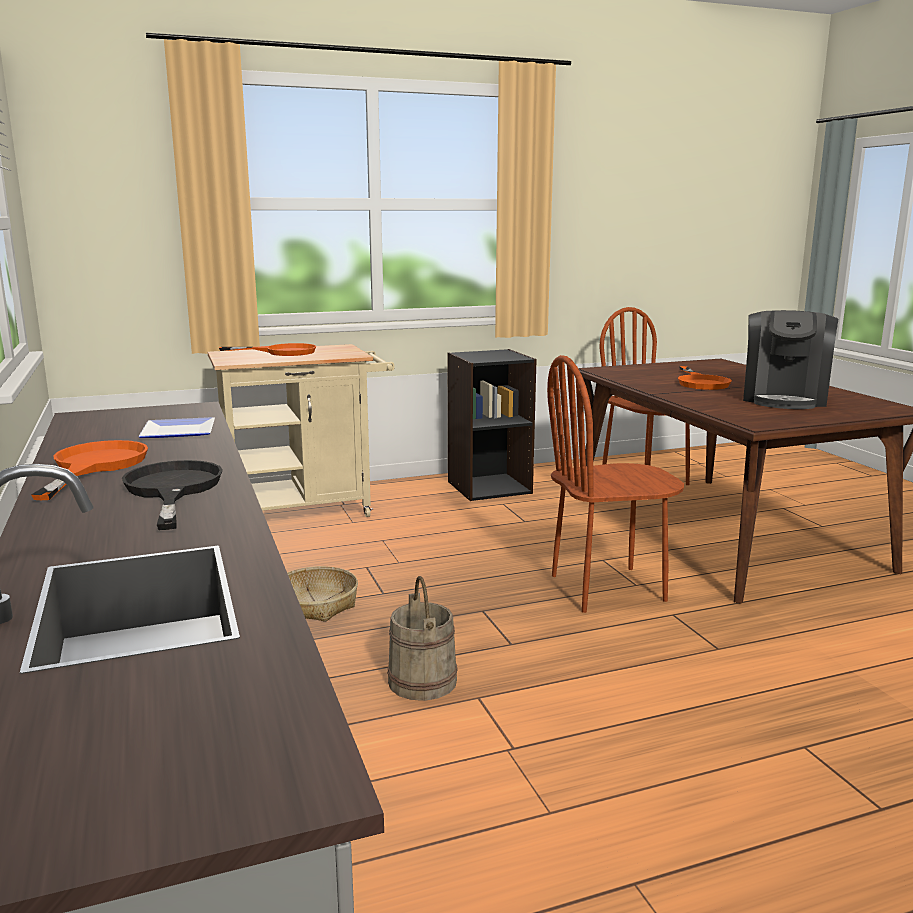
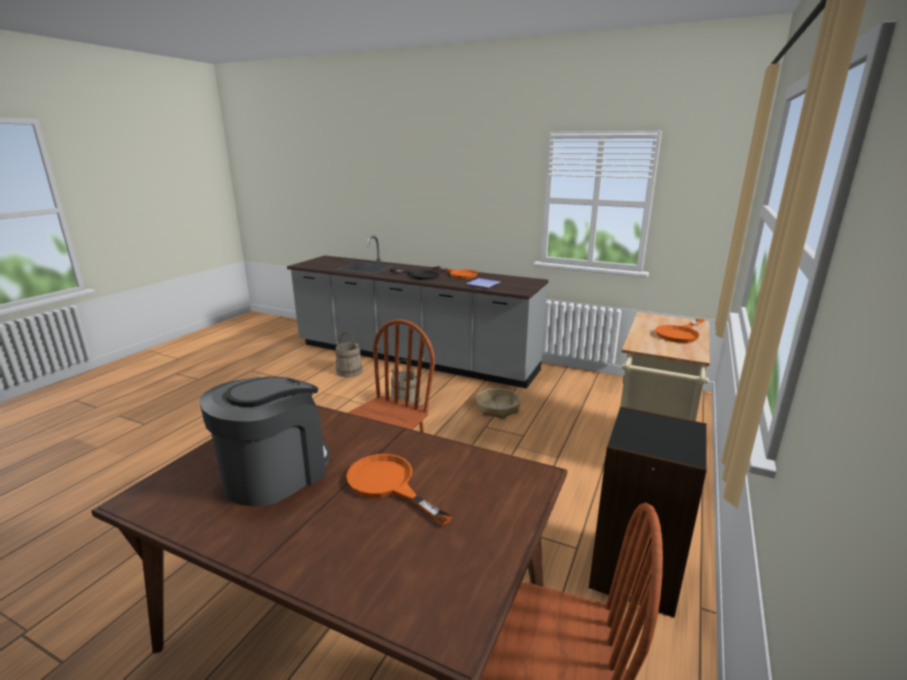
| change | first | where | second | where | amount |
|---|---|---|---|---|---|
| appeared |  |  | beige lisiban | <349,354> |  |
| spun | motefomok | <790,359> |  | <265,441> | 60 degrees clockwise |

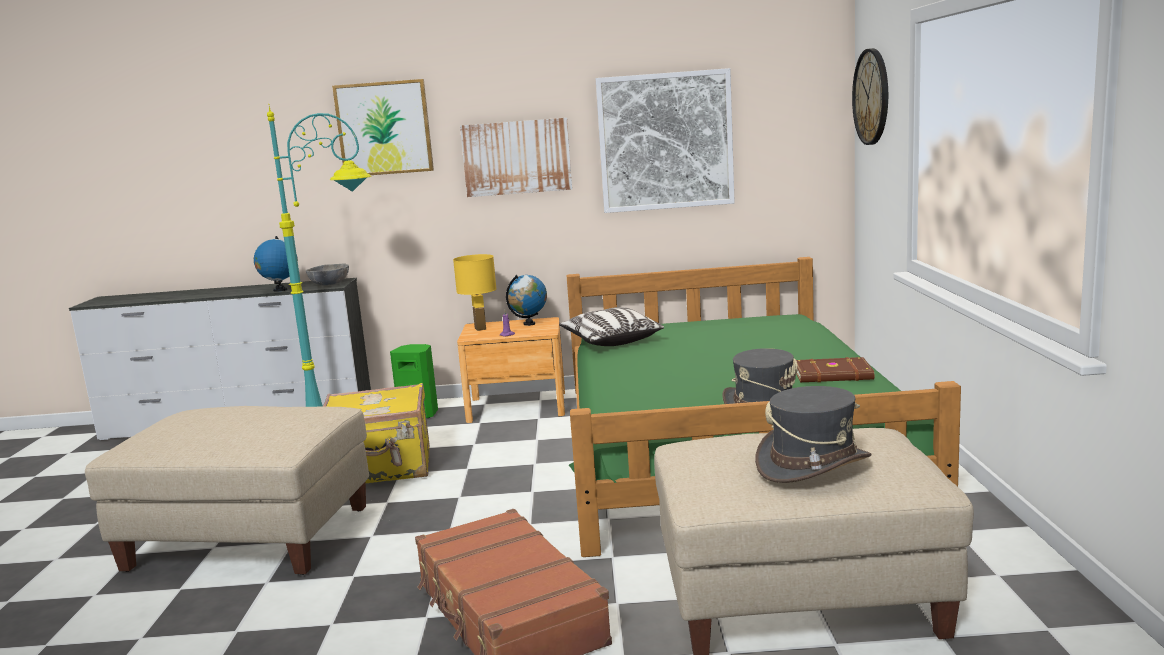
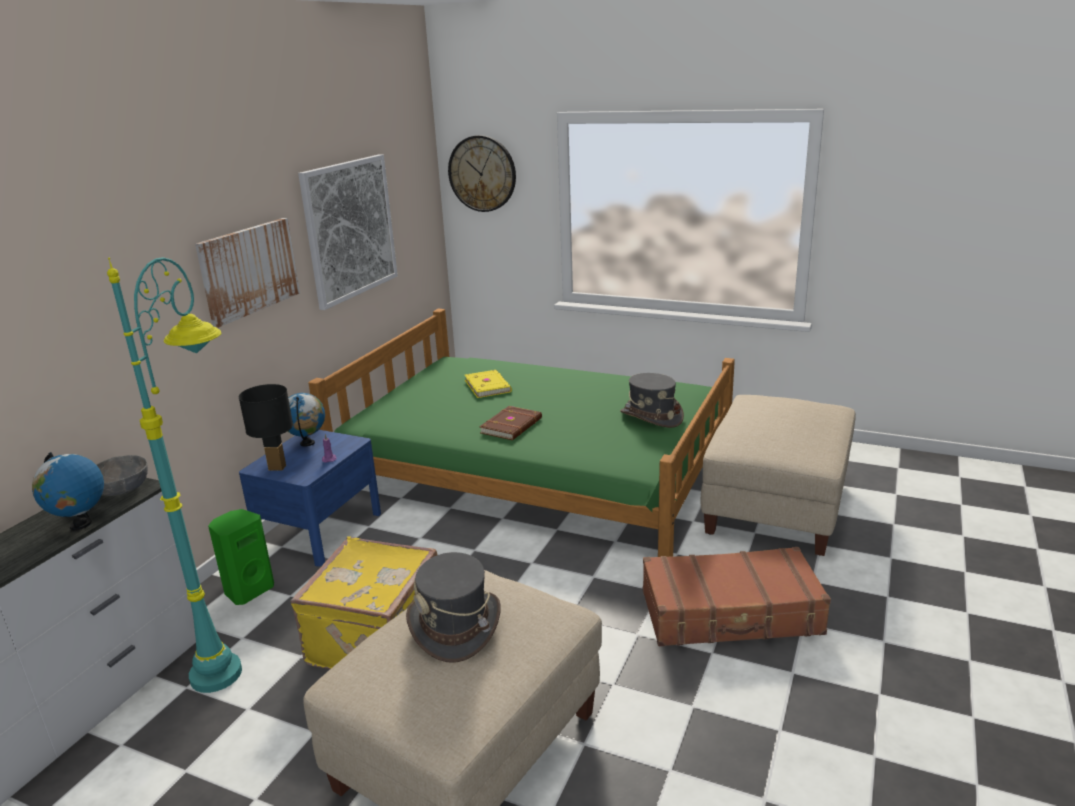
| change | first | where | second | where | amount |
|---|---|---|---|---|---|
| missing | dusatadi | <383,127> |  |  |  |
| missing | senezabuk | <611,326> |  |  |  |
| appeared |  |  | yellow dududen | <488,384> |  |
| relocated | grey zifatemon | <813,434> |  | <453,607> |  |
| relocated | brown dududen | <835,369> |  | <510,423> |  |
| colour | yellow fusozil | <475,292> | black fusozil | <266,427> |  |
| colour | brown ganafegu | <511,370> | blue ganafegu | <310,498> |  |

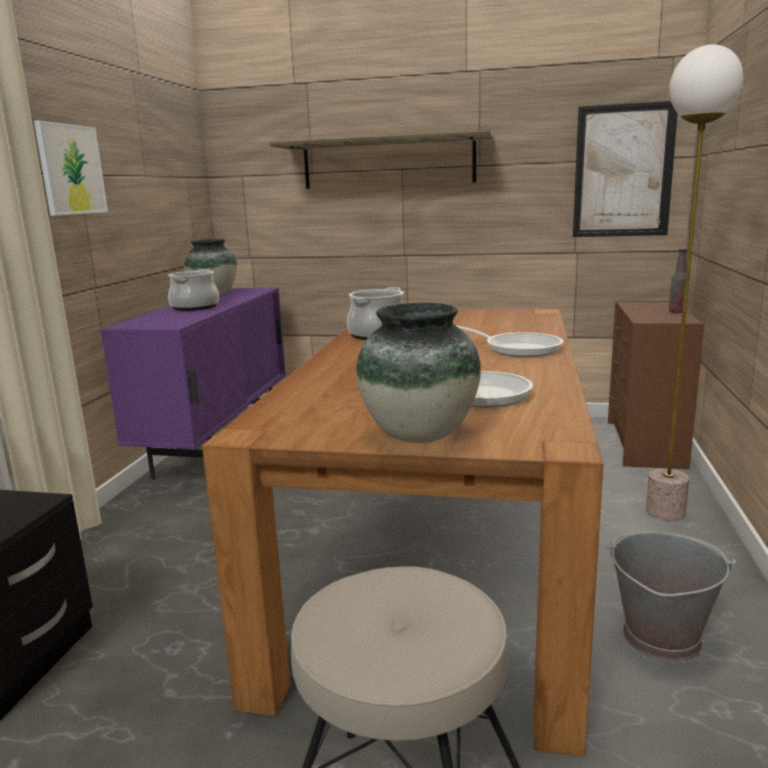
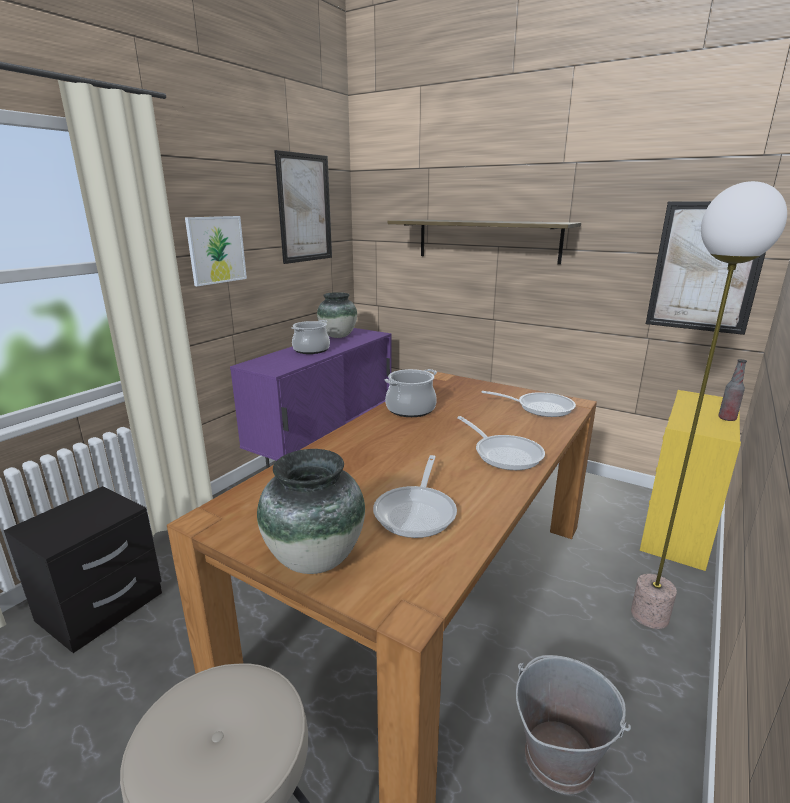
| change | first | where | second | where | amount |
|---|---|---|---|---|---|
| appeared |  |  | dusatadi | <303,207> |  |
| appeared |  |  | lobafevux | <529,404> |  |
| colour | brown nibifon | <656,385> | yellow nibifon | <690,480> |  |

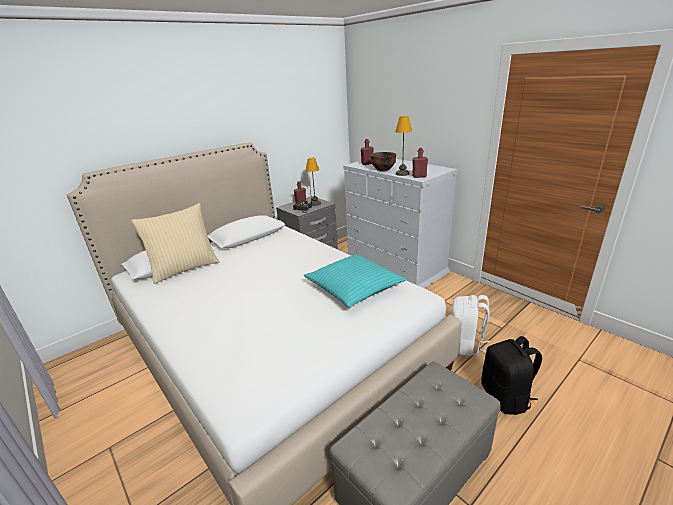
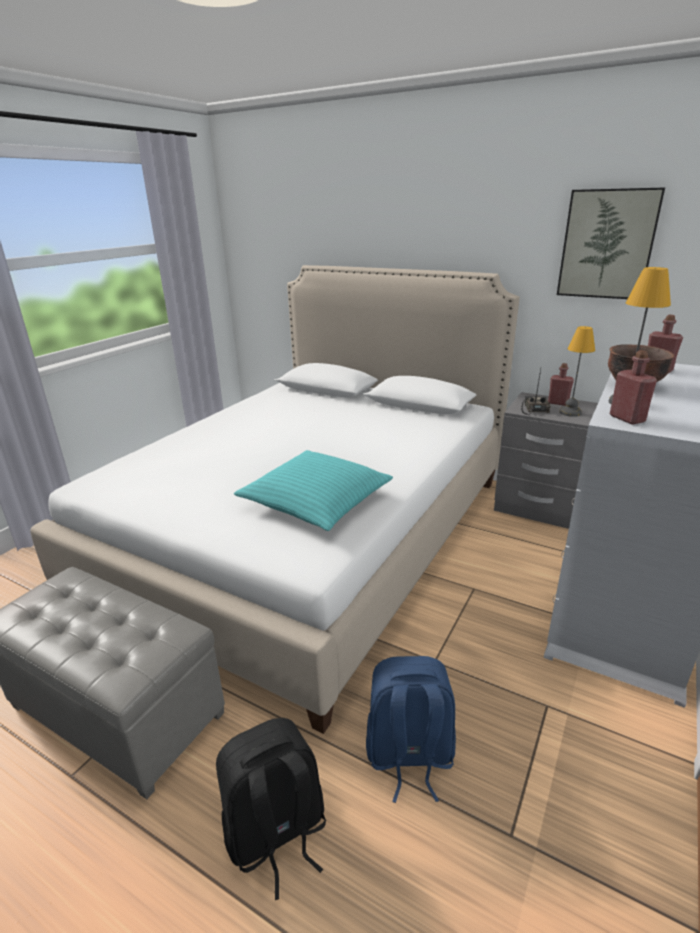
| change | first | where | second | where | amount |
|---|---|---|---|---|---|
| missing | beige senezabuk | <175,243> |  |  |  |
| appeared |  |  | dusatadi | <611,243> |  |
| colour | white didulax | <470,326> | blue didulax | <411,729> |  |

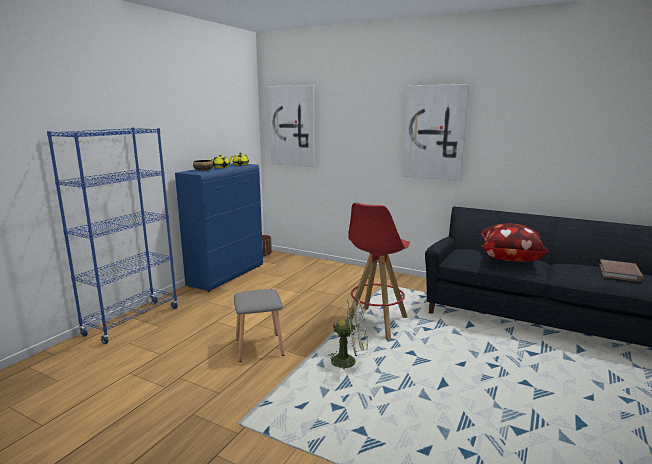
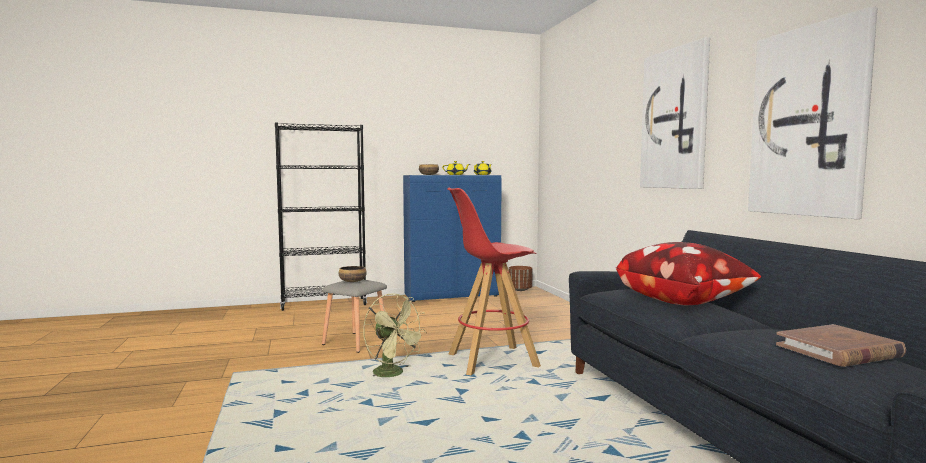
| change | first | where | second | where | amount |
|---|---|---|---|---|---|
| appeared |  |  | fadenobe | <352,274> |  |
| relocated | dusatadi | <292,126> |  | <812,112> |  |
| colour | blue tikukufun | <112,235> | black tikukufun | <321,216> |  |

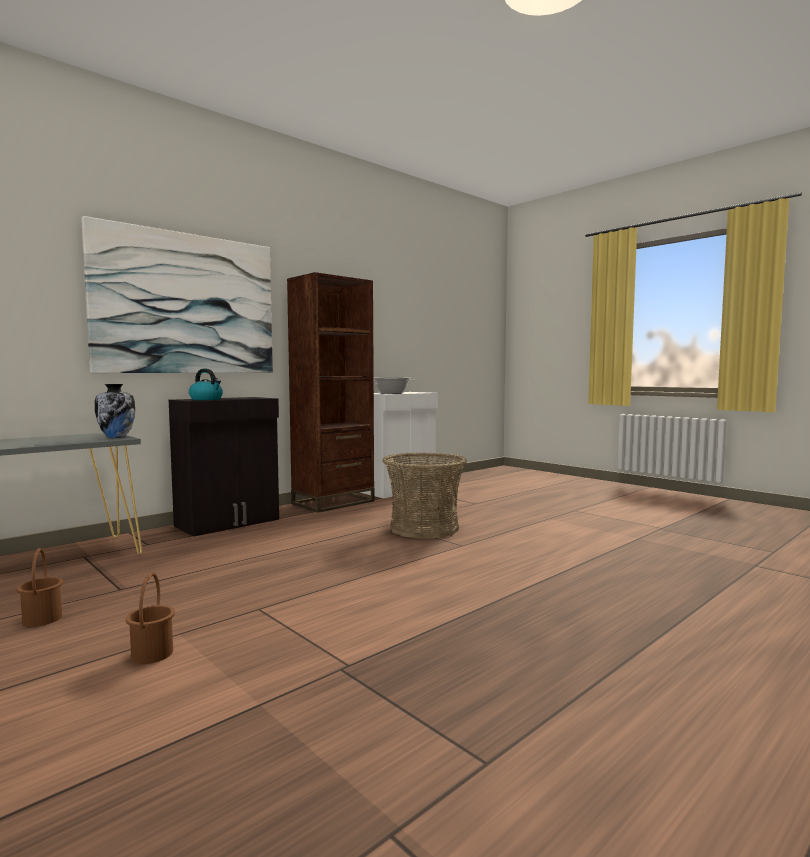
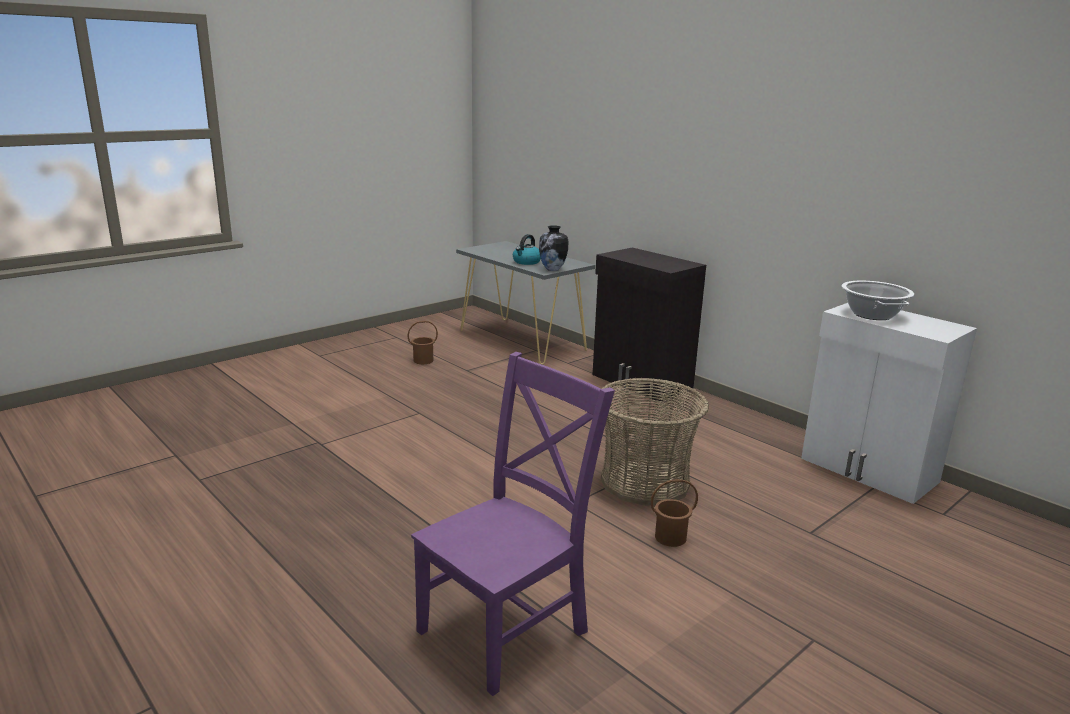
| change | first | where | second | where | amount |
|---|---|---|---|---|---|
| missing | dusatadi | <177,294> |  |  |  |
| missing | brown tikukufun | <331,392> |  |  |  |
| appeared |  |  | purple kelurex | <513,524> |  |
| relocated | brown lisiban | <150,618> |  | <674,513> |  |
| relocated | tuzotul | <206,384> |  | <527,249> |  |

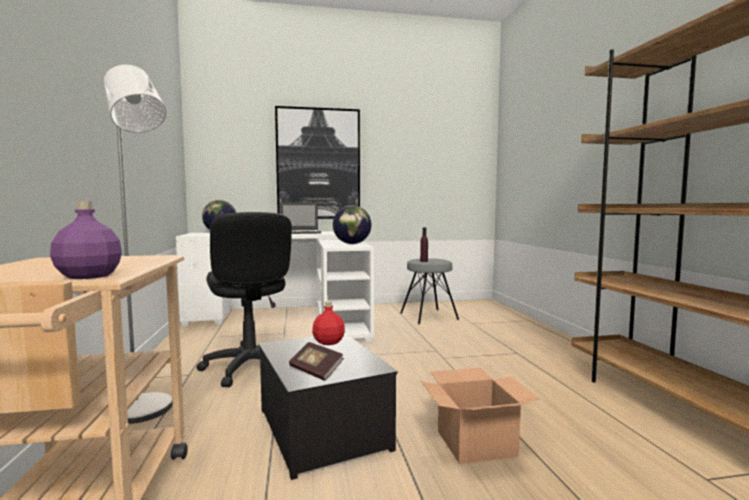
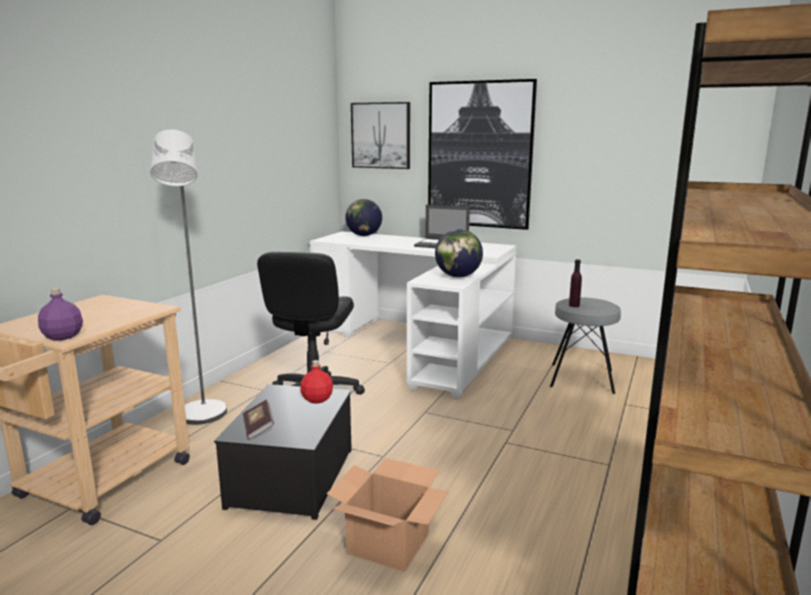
| change | first | where | second | where | amount |
|---|---|---|---|---|---|
| appeared |  |  | dusatadi | <380,135> |  |

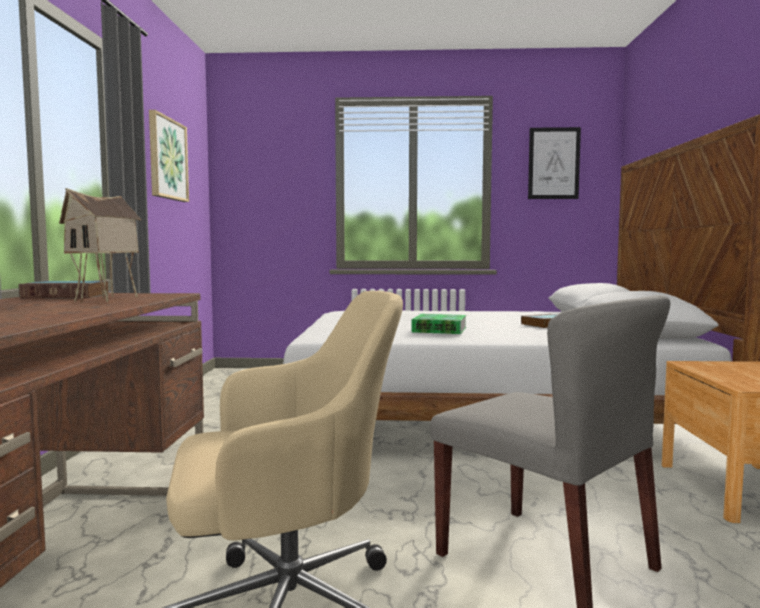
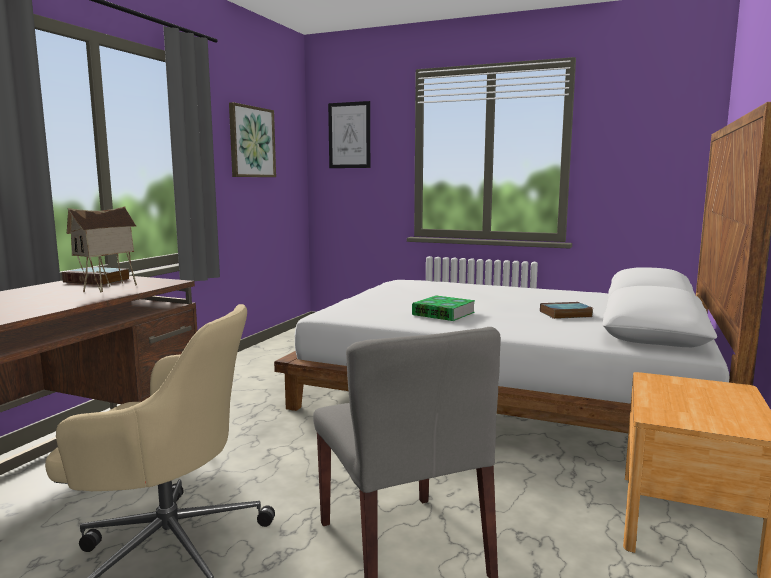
| change | first | where | second | where | amount |
|---|---|---|---|---|---|
| relocated | dusatadi | <554,163> |  | <349,134> |  |

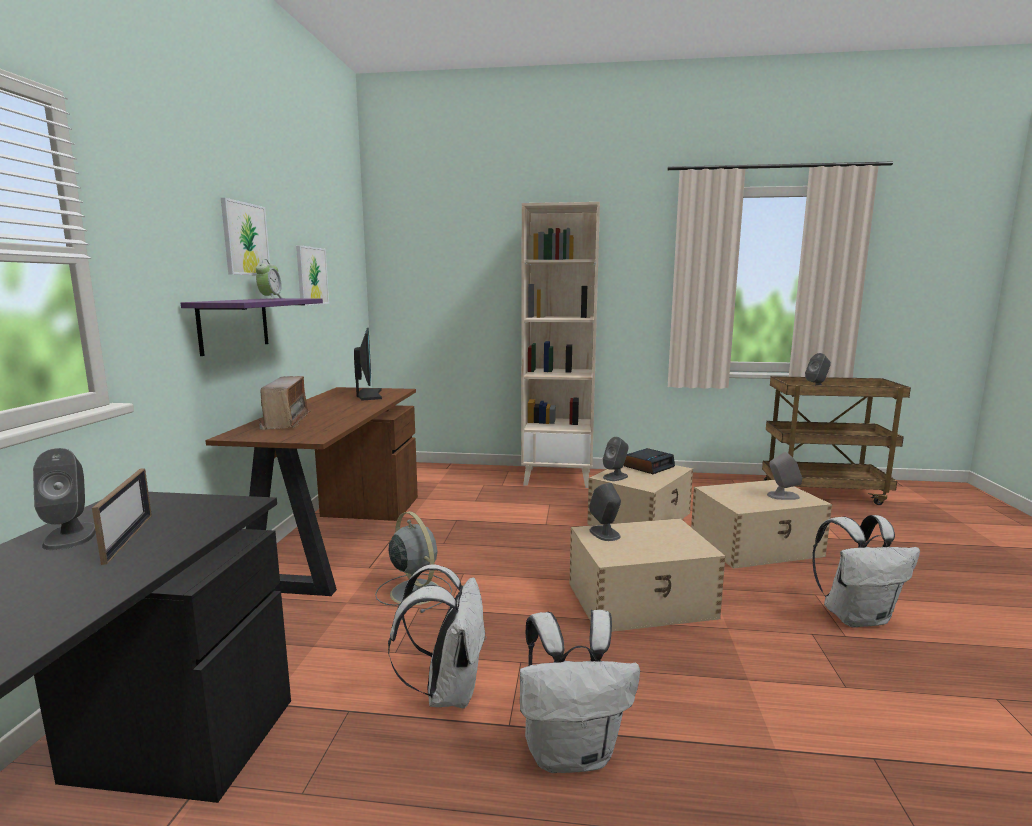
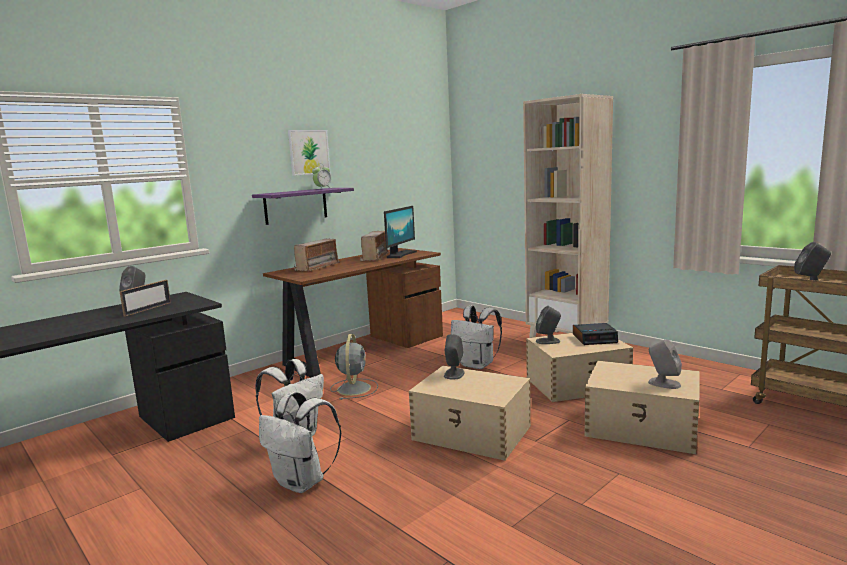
| change | first | where | second | where | amount |
|---|---|---|---|---|---|
| missing | dusatadi | <312,275> |  |  |  |
| appeared |  |  | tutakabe | <374,246> |  |
| relocated | white didulax | <866,571> |  | <476,337> |  |

